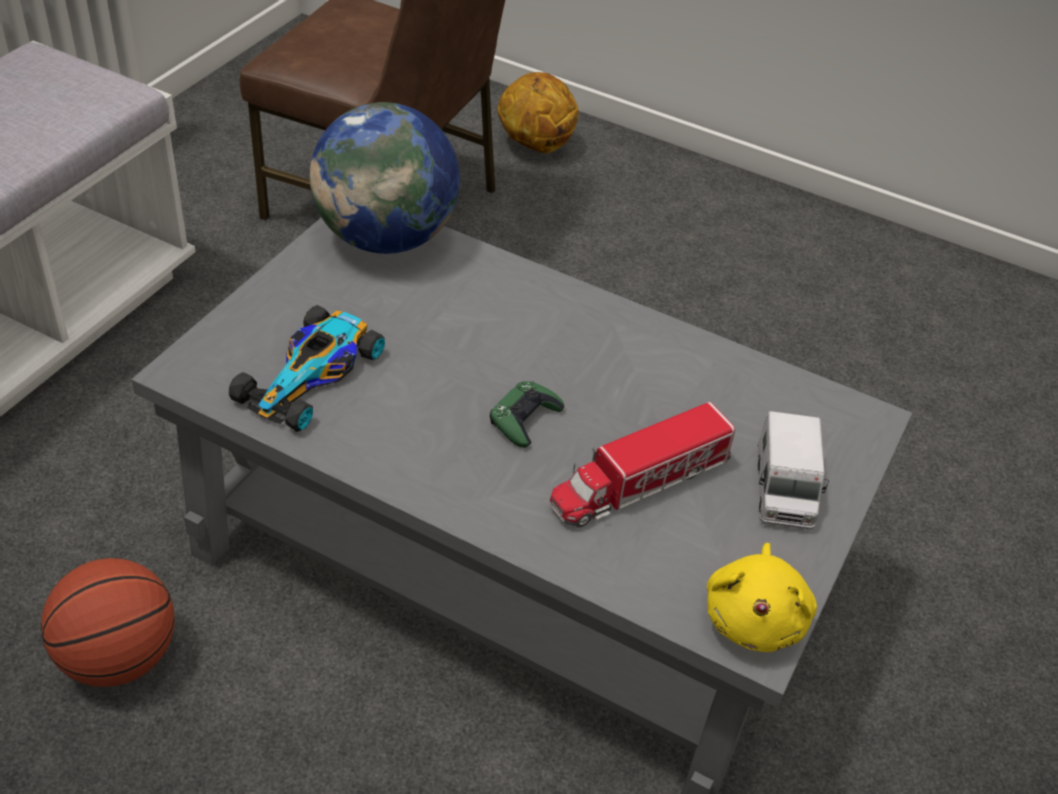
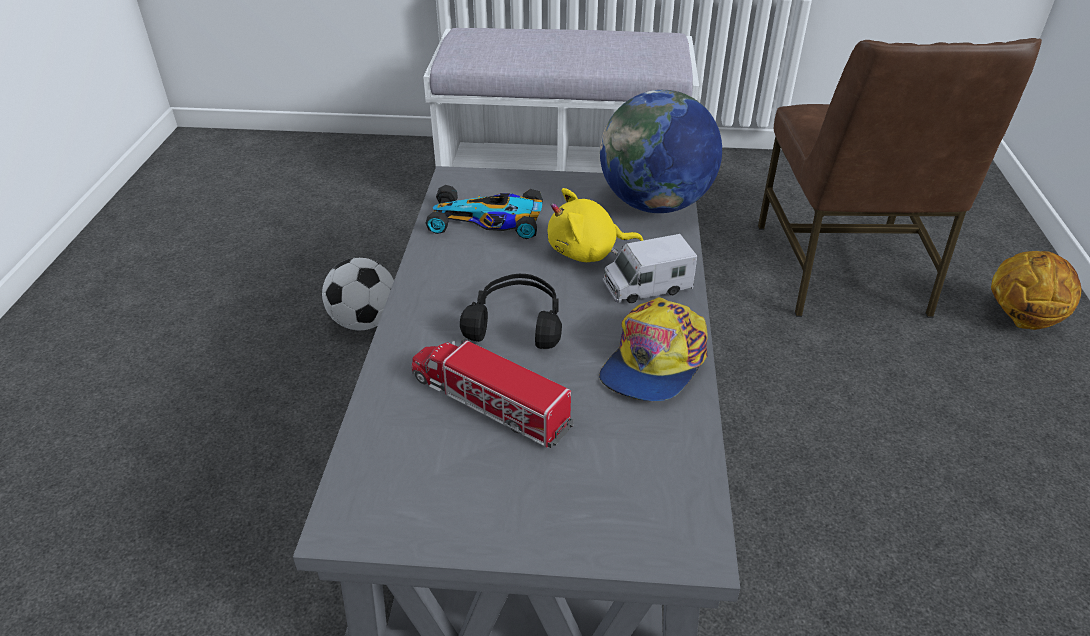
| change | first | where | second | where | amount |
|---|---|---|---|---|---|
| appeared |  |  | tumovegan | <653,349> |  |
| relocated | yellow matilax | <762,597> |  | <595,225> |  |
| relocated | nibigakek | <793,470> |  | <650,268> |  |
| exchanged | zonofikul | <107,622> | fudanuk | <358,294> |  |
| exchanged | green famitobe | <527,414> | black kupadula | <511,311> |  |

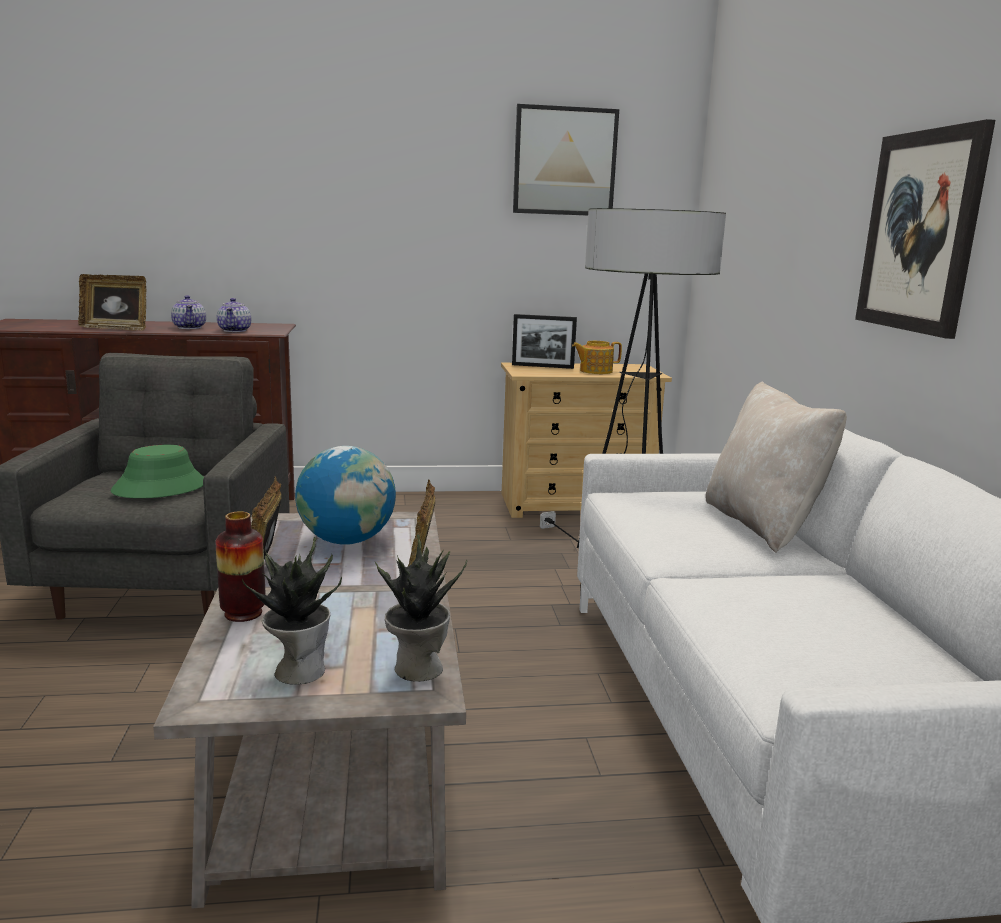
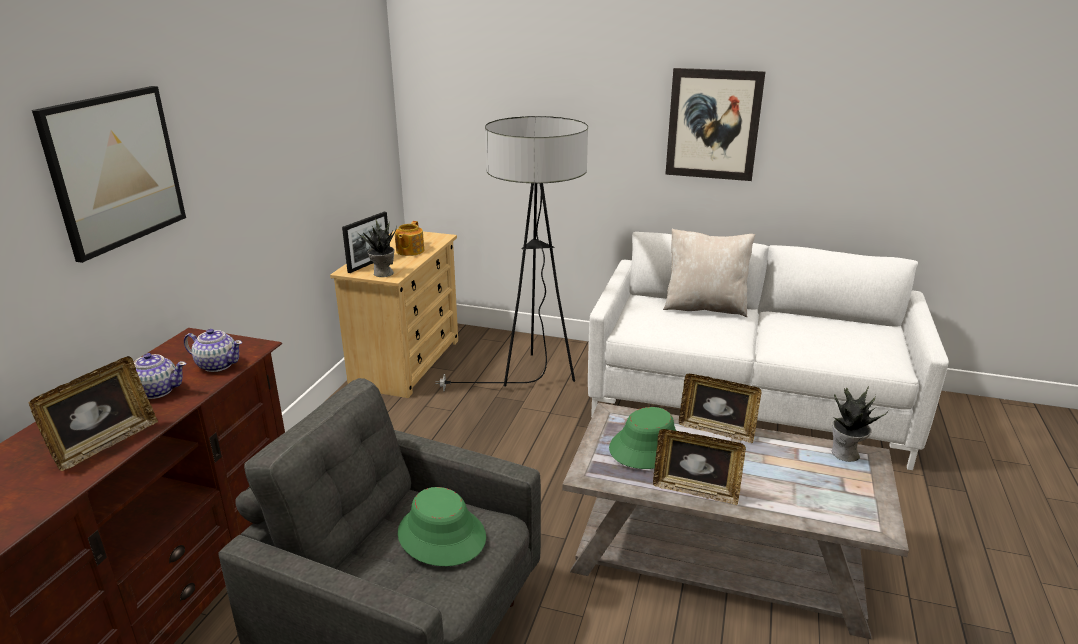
| change | first | where | second | where | amount |
|---|---|---|---|---|---|
| missing | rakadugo | <241,566> |  |  |  |
| relocated | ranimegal | <292,611> |  | <377,247> |  |
| relocated | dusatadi | <566,160> |  | <109,174> |  |
| exchanged | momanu | <345,495> | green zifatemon | <643,438> |  |

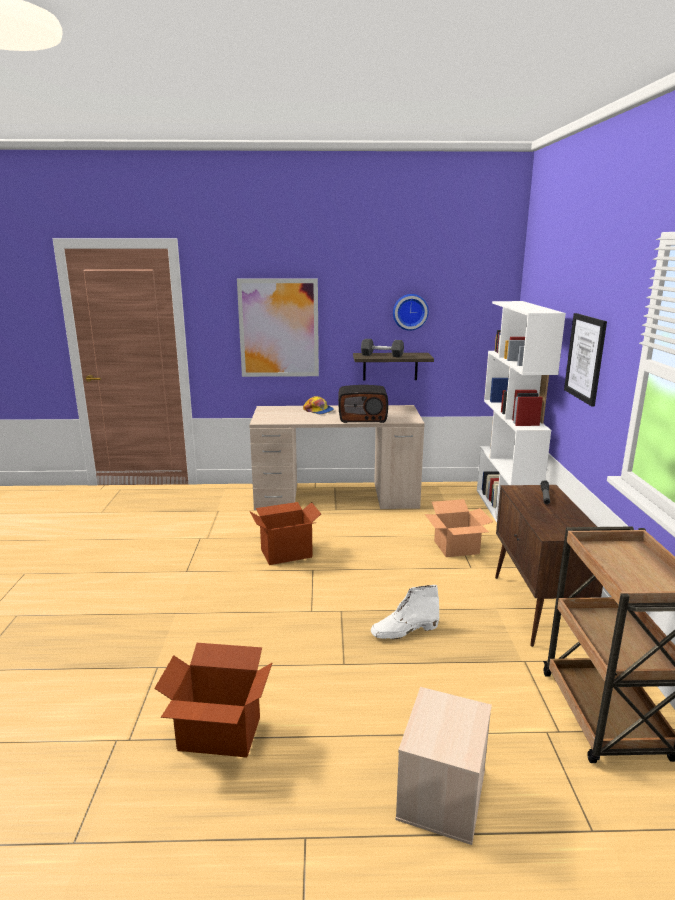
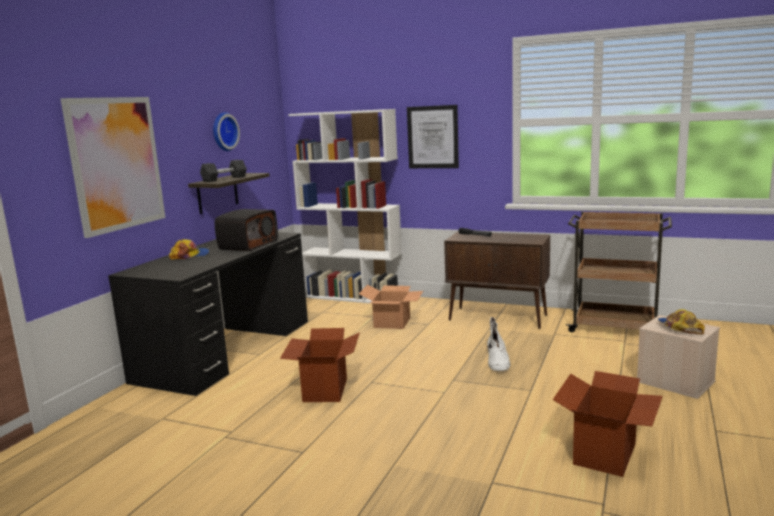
| change | first | where | second | where | amount |
|---|---|---|---|---|---|
| appeared |  |  | tumovegan | <681,321> |  |
| colour | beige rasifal | <337,457> | black rasifal | <208,314> |  |

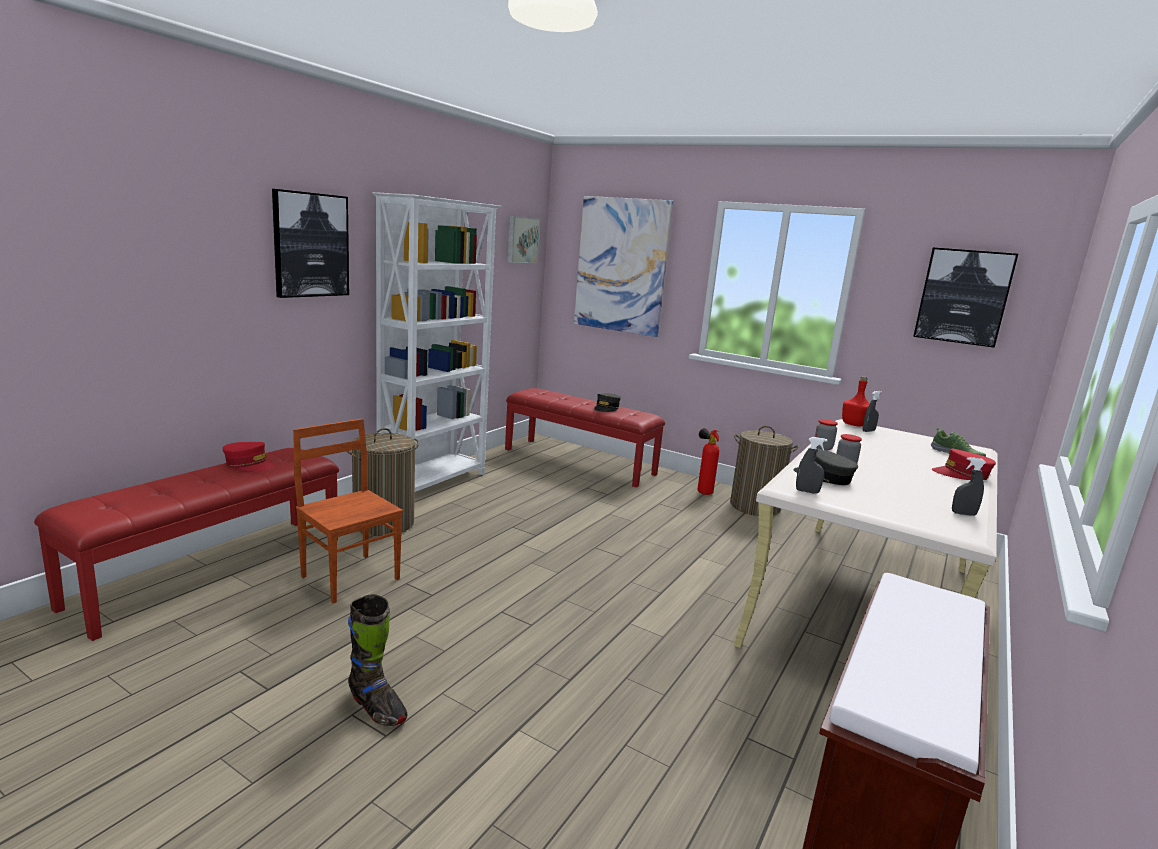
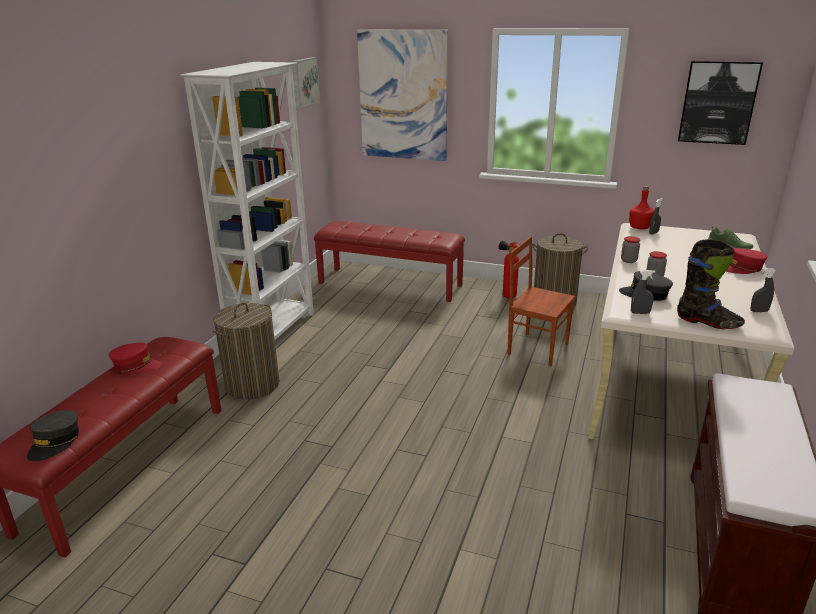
| change | first | where | second | where | amount |
|---|---|---|---|---|---|
| missing | dusatadi | <310,243> |  |  |  |
| relocated | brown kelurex | <348,511> |  | <541,301> |  |
| relocated | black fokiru | <378,660> |  | <711,284> |  |
| relocated | grey tumovegan | <607,402> |  | <53,435> |  |

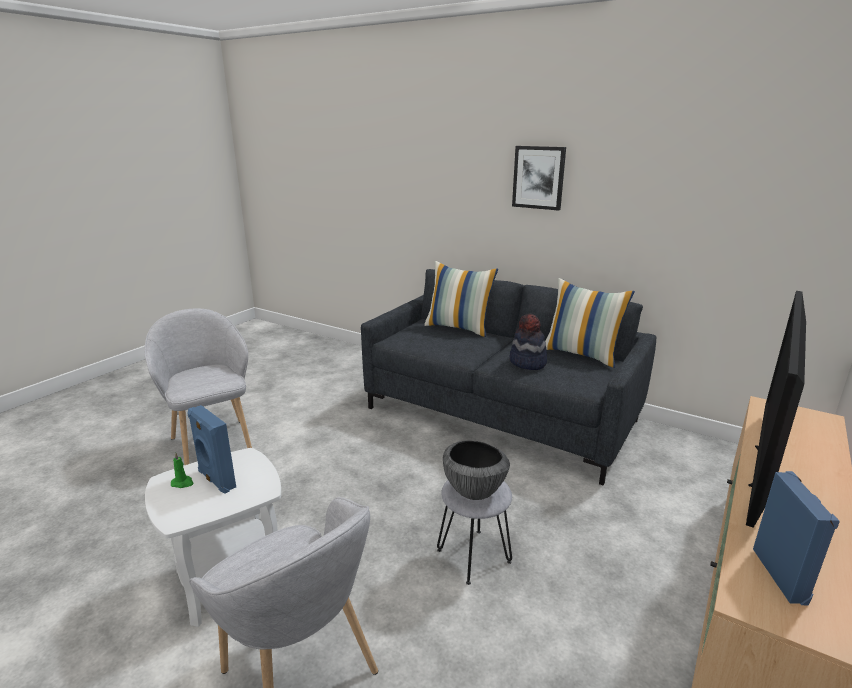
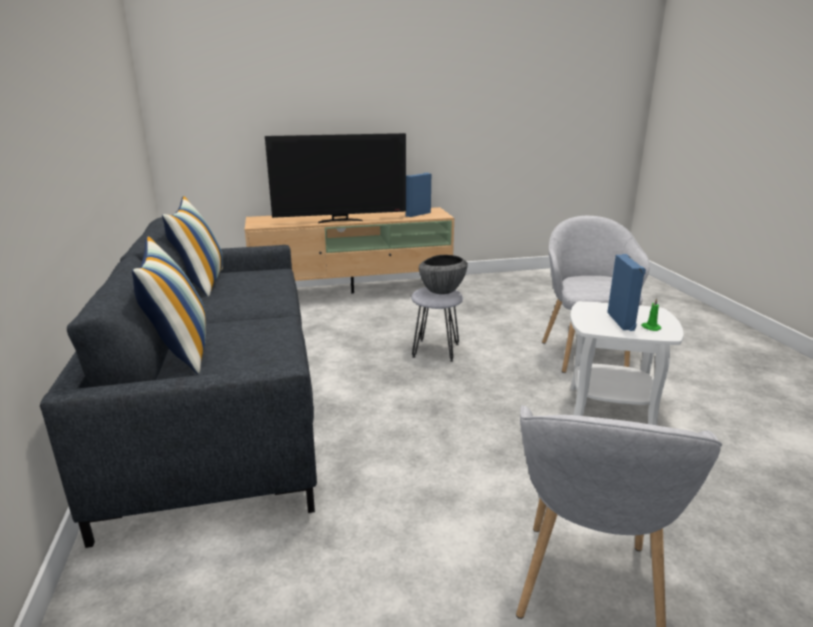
| change | first | where | second | where | amount |
|---|---|---|---|---|---|
| missing | zifatemon | <528,341> |  |  |  |
| missing | dusatadi | <539,178> |  |  |  |

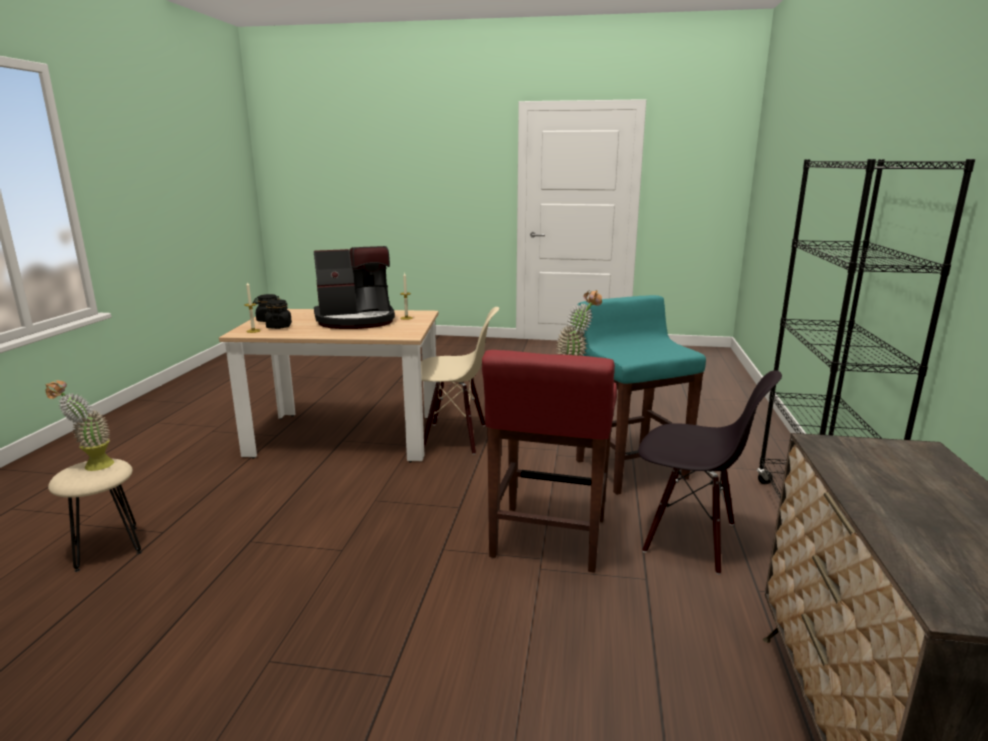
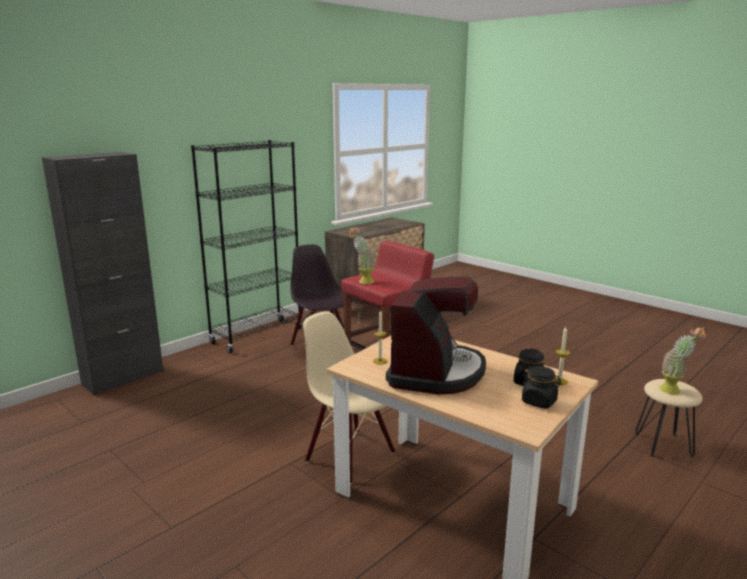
| change | first | where | second | where | amount |
|---|---|---|---|---|---|
| missing | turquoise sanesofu | <641,395> |  |  |  |
| appeared |  |  | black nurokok | <102,273> |  |
| spun | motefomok | <354,287> |  | <436,335> | 90 degrees clockwise |

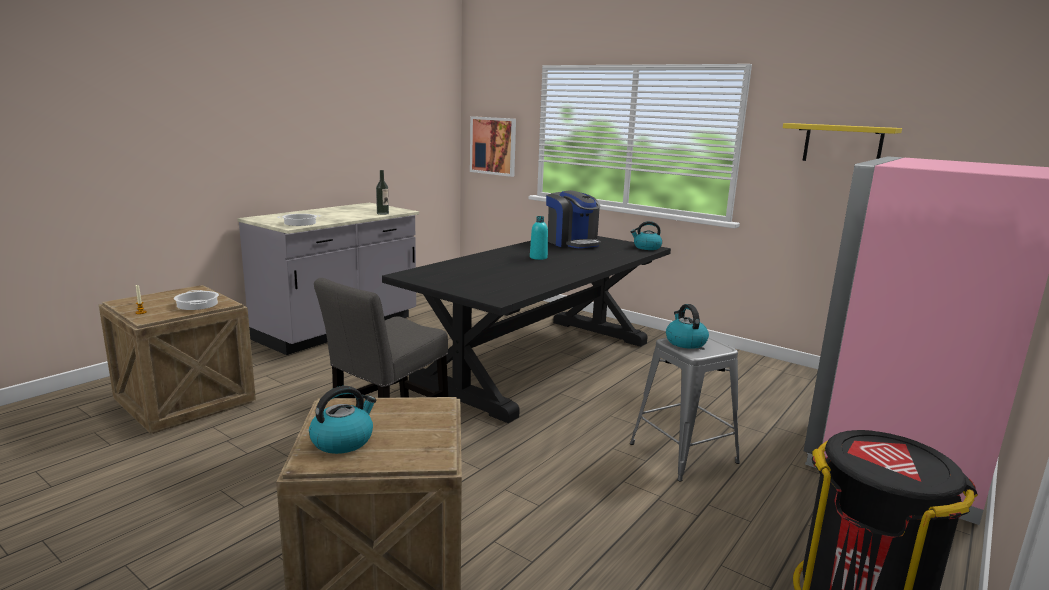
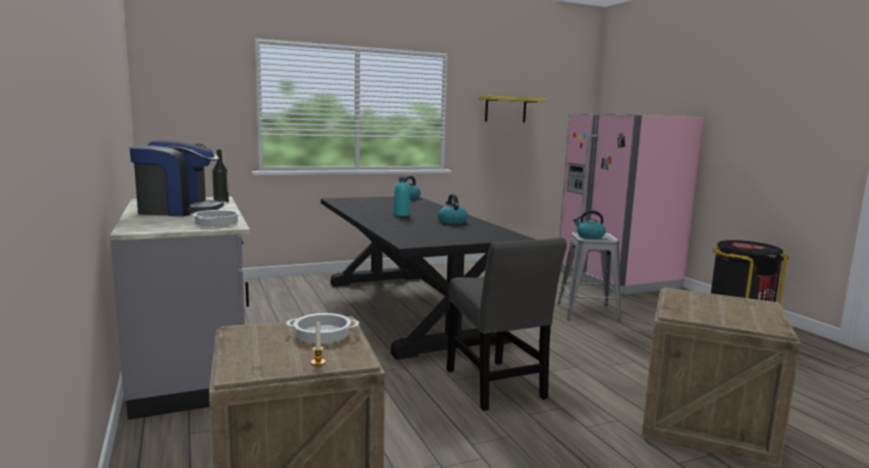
| change | first | where | second | where | amount |
|---|---|---|---|---|---|
| missing | dusatadi | <493,146> |  |  |  |
| relocated | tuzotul | <342,420> |  | <453,209> |  |
| relocated | motefomok | <573,219> |  | <177,178> |  |

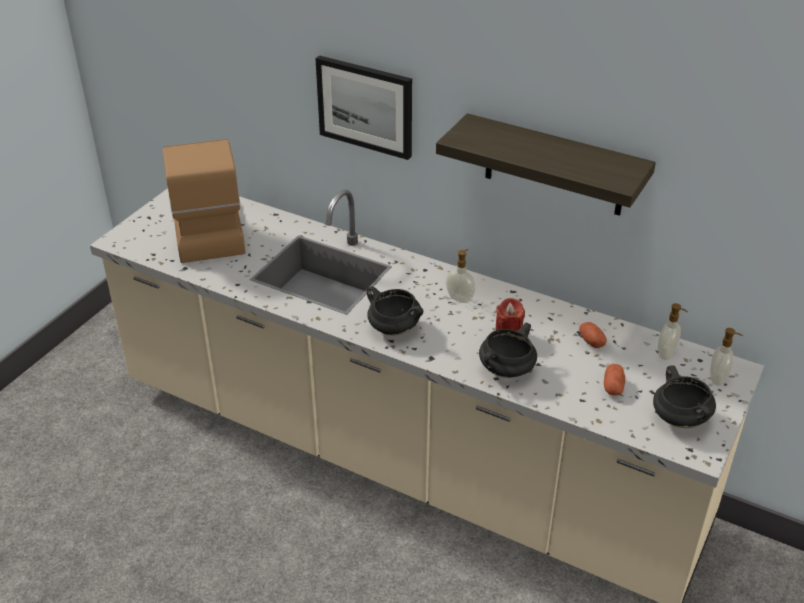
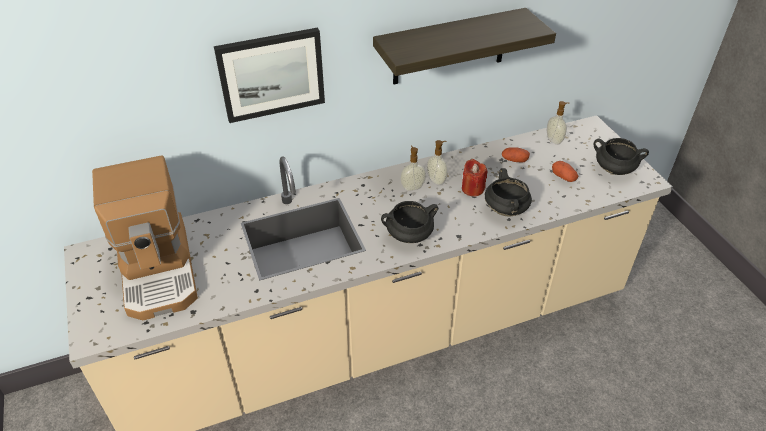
| change | first | where | second | where | amount |
|---|---|---|---|---|---|
| relocated | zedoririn | <726,357> |  | <437,162> |  |
| spun | motefomok | <204,201> |  | <145,237> | 135 degrees counterclockwise |

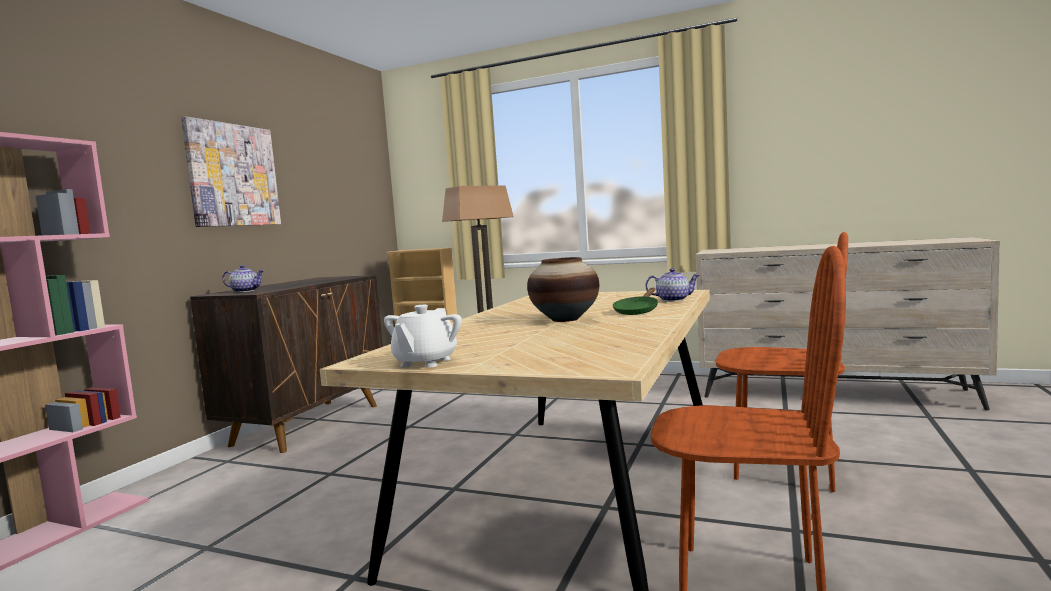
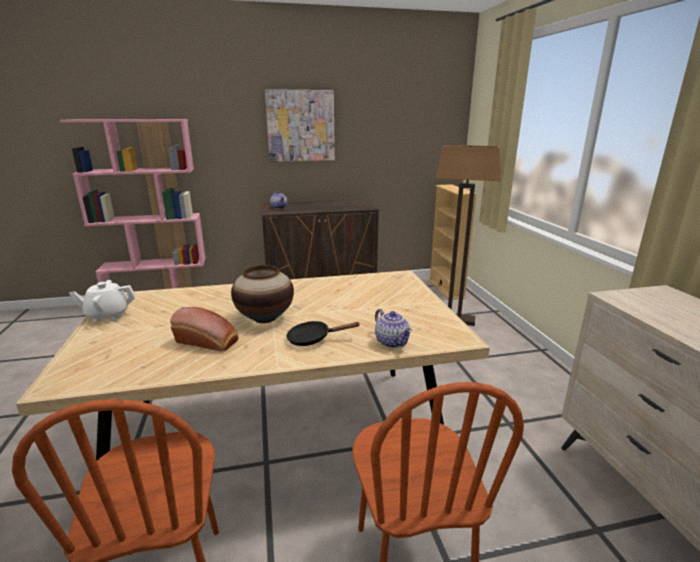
| change | first | where | second | where | amount |
|---|---|---|---|---|---|
| appeared |  |  | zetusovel | <204,329> |  |
| colour | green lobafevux | <635,301> | black lobafevux | <323,333> |  |

